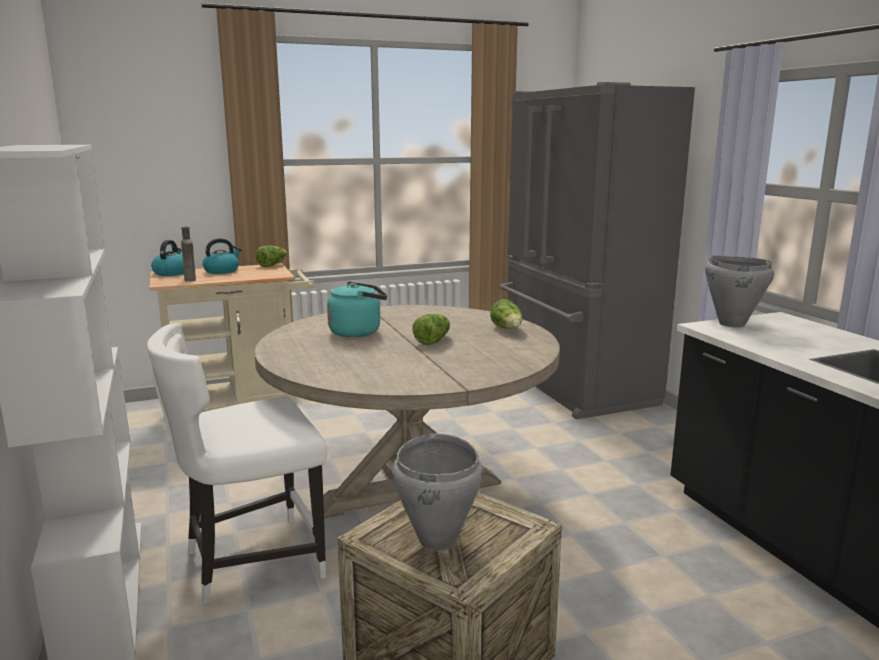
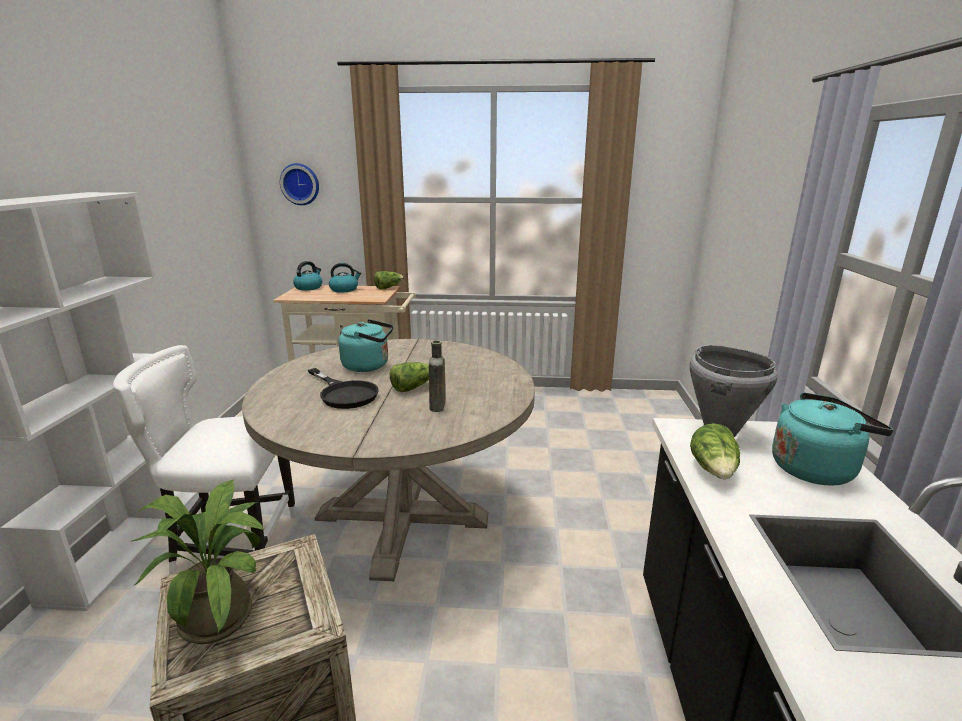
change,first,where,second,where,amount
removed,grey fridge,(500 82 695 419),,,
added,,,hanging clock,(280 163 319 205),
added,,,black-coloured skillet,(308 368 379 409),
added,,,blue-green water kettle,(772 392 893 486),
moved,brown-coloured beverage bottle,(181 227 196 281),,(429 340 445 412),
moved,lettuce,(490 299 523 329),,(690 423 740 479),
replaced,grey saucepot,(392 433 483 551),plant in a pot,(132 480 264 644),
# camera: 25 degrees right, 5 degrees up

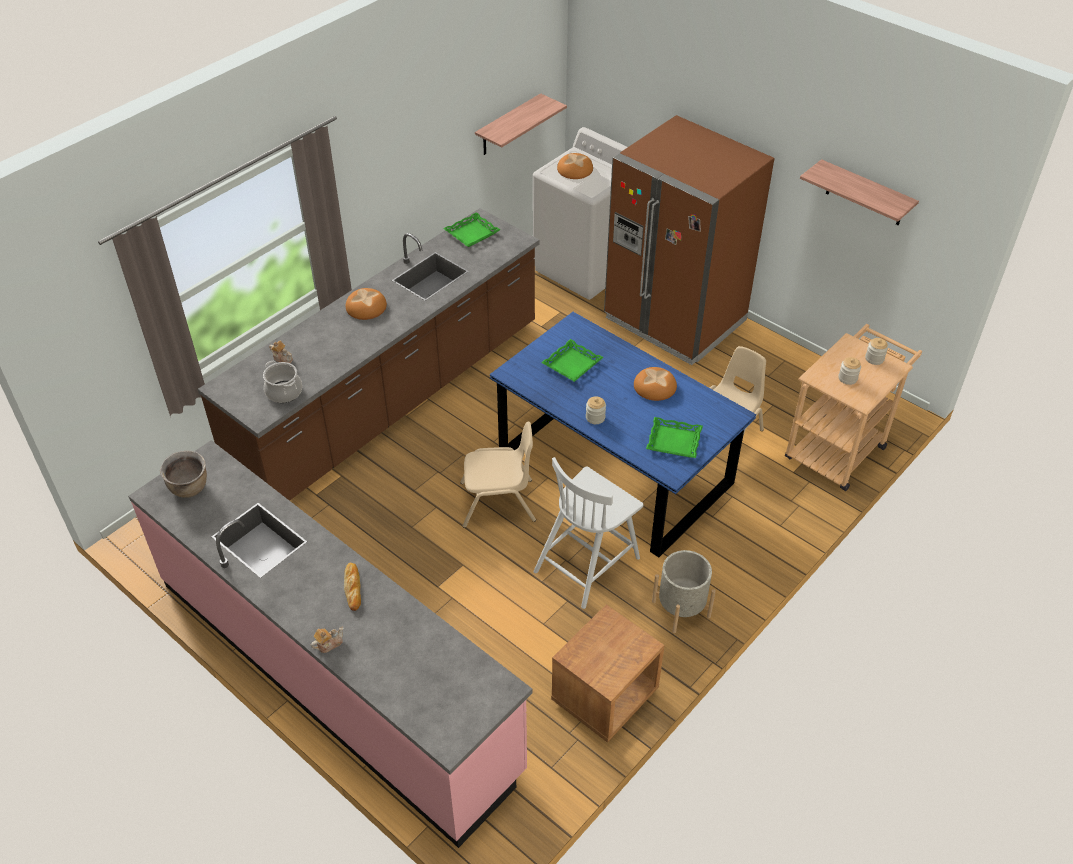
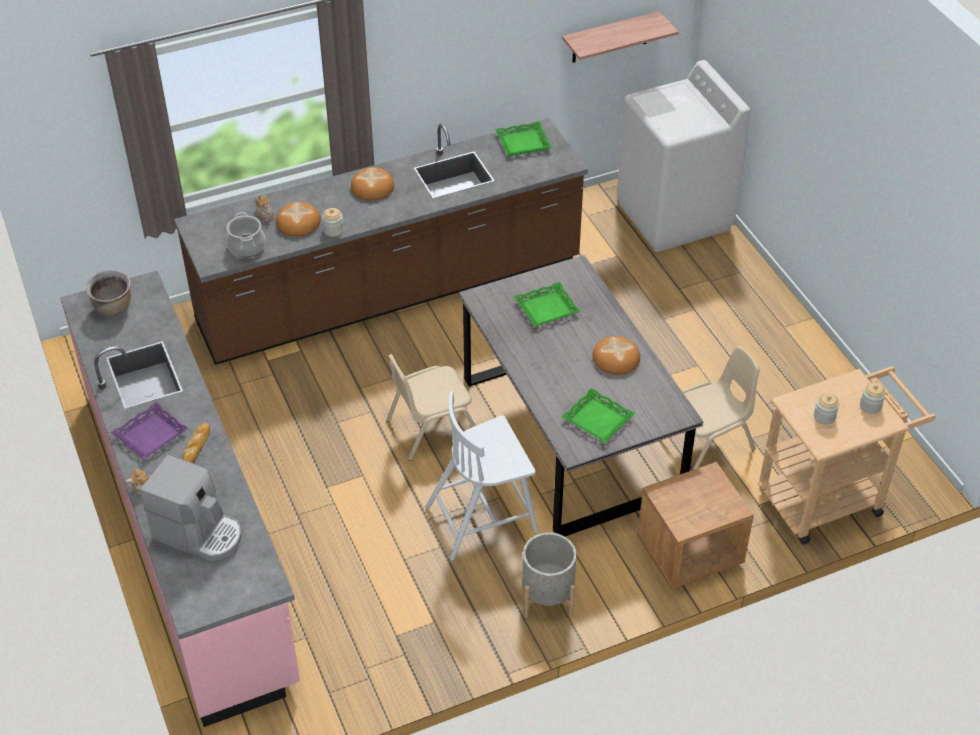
change,first,where,second,where,amount
removed,brown-coloured fridge,(604 115 774 365),,,
removed,wall shelf,(800 159 919 226),,,
added,,,purple-coloured carrying tray,(111 402 189 460),
added,,,coffee machine,(140 454 241 561),
moved,brown-coloured nightstand,(551 604 664 743),,(637 462 754 590),
moved,bakery bread,(557 153 593 179),,(276 202 321 236),
moved,storage jar,(586 396 606 424),,(322 208 344 237),
recoloured,blue-coloured dinner table,(490 312 756 557),grey dinner table,(459 255 704 536),
turned,sand-coloured plain chair,(460 422 536 528),,(386 354 476 461),135 degrees clockwise
# camera: 25 degrees right, 0 degrees up

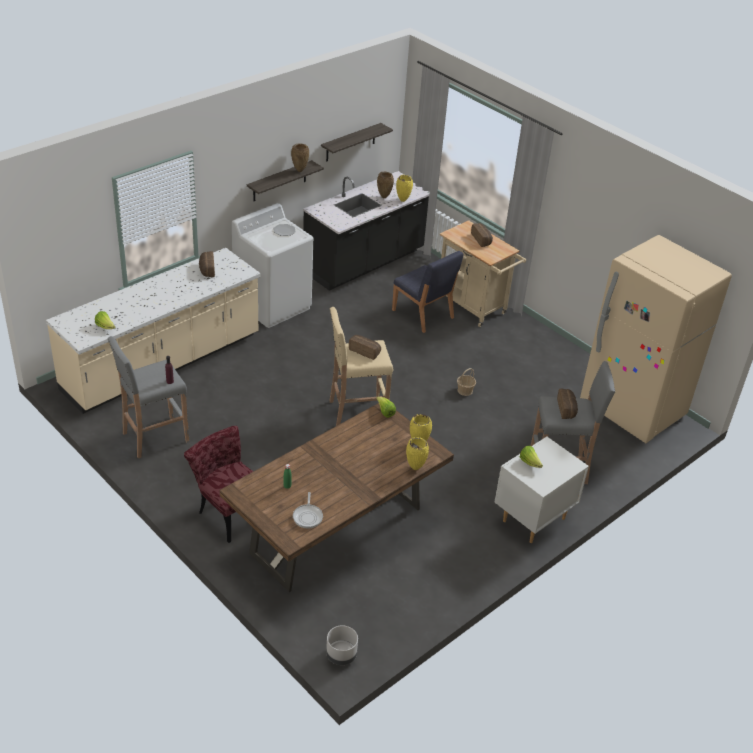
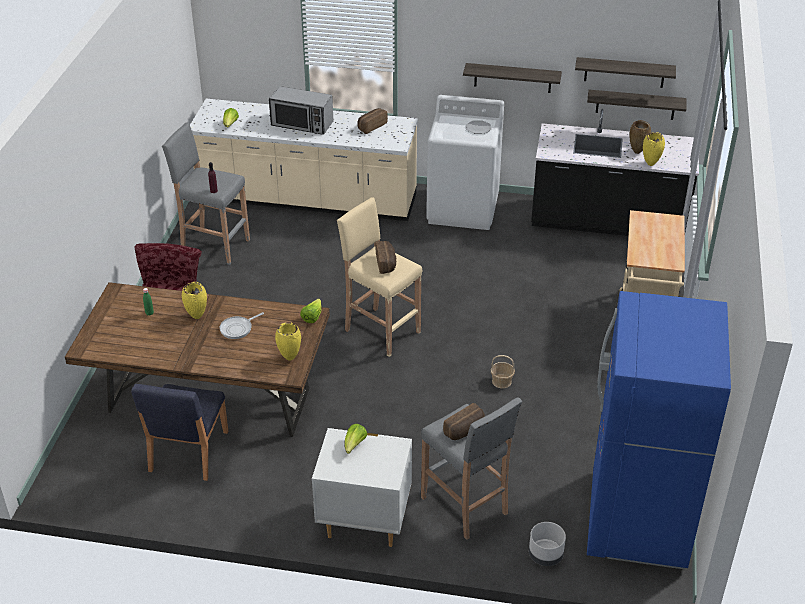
change,first,where,second,where,amount
removed,brown-coloured decorative vase,(291 143 309 172),,,
removed,bakery bread,(471 223 493 247),,,
added,,,kitchen microwave,(269 86 333 135),
added,,,wall shelf,(587 90 686 120),
moved,skillet,(293 492 323 528),,(220 312 264 339),
moved,grey planter,(326 625 358 665),,(529 522 566 566),
moved,blue-coloured plain chair,(392 251 464 333),,(131 384 228 481),
moved,yellowish decorative vase,(406 437 429 470),,(182 282 207 319),
recoloured,sand-coloured fridge,(580 235 732 443),blue-coloured fridge,(587 291 731 569),
# camera: 55 degrees right, 0 degrees up

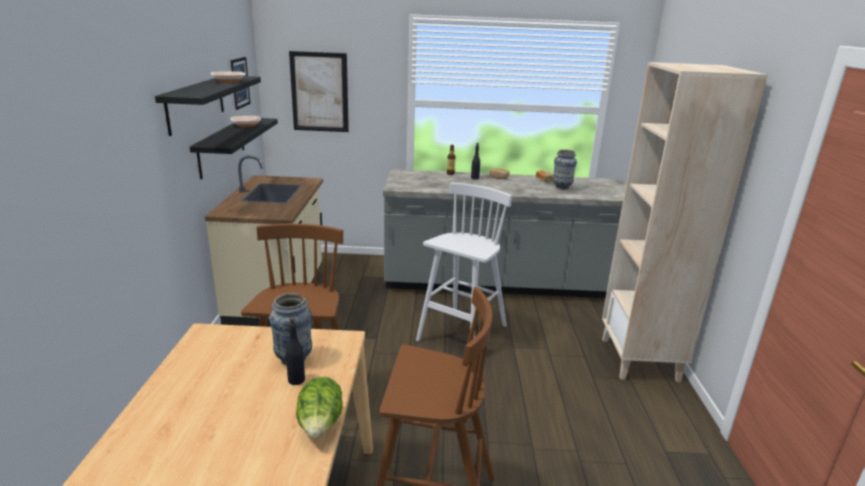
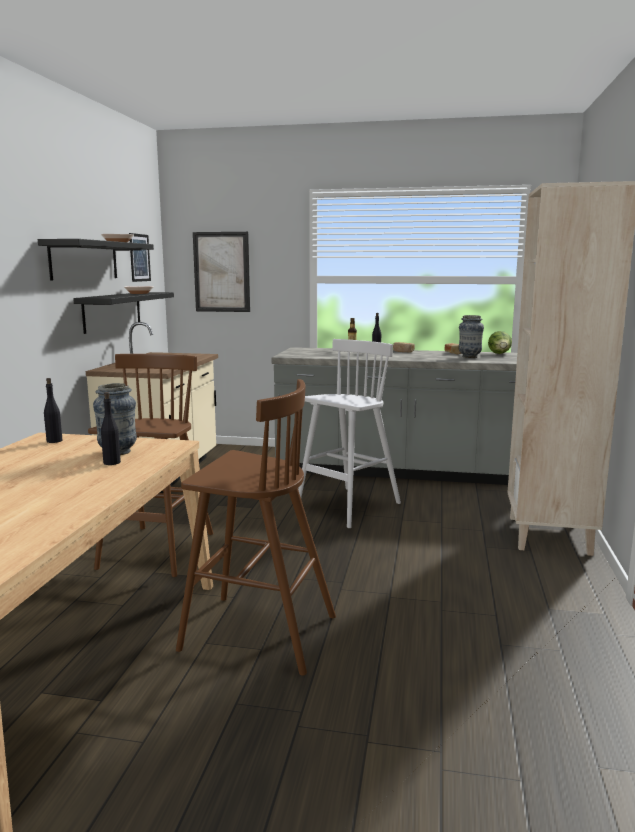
change,first,where,second,where,amount
added,,,black-coloured beverage bottle,(44 378 62 443),
moved,lettuce,(296 377 342 438),,(488 331 512 354),
# camera: 10 degrees right, 10 degrees down

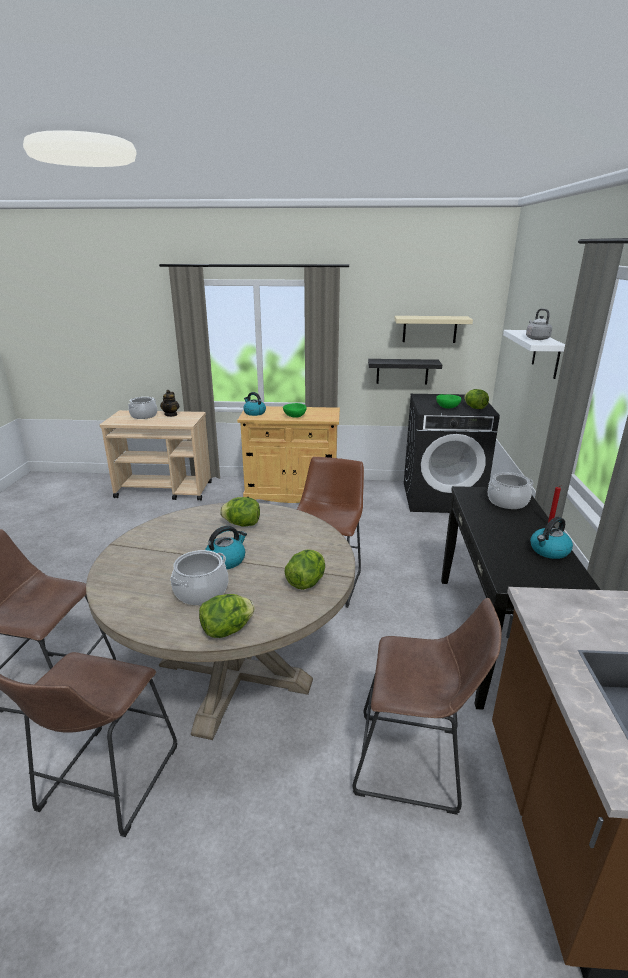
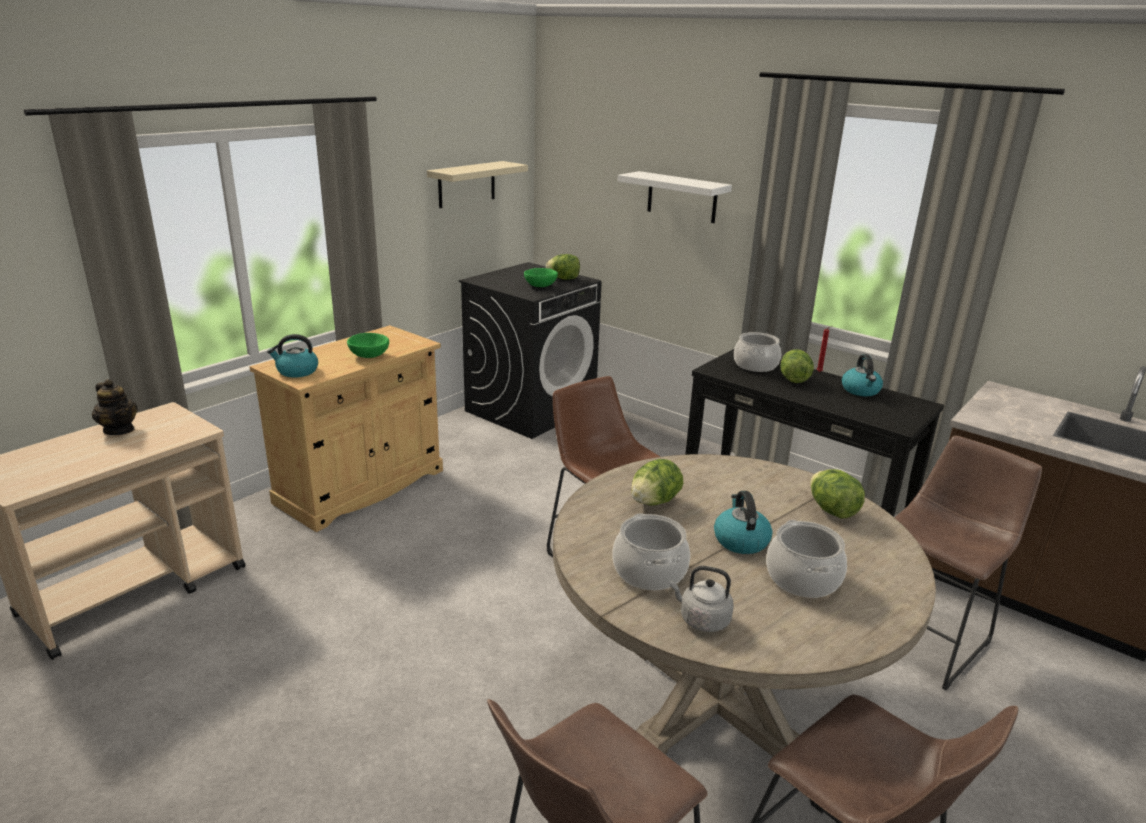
change,first,where,second,where,amount
removed,black-coloured wall shelf,(368 359 442 384),,,
moved,saucepot,(128 397 157 419),,(612 513 690 590),
moved,lettuce,(199 594 255 638),,(780 349 814 383),
moved,grey water kettle,(526 309 552 340),,(670 566 733 632),
# camera: 55 degrees left, 0 degrees up

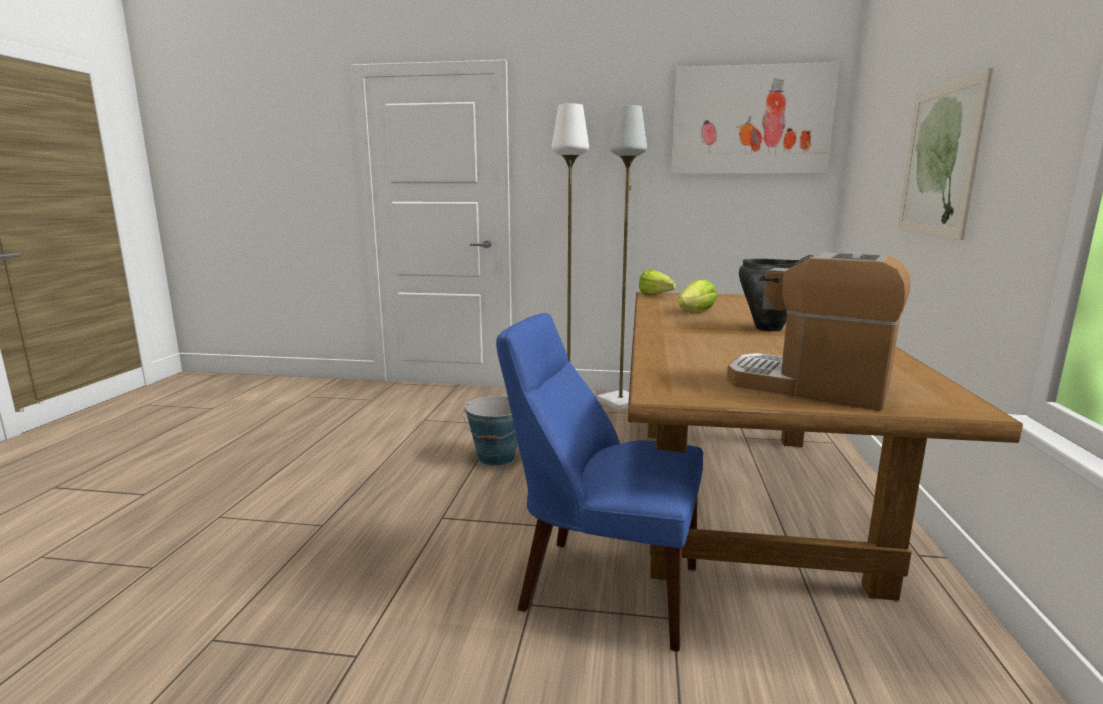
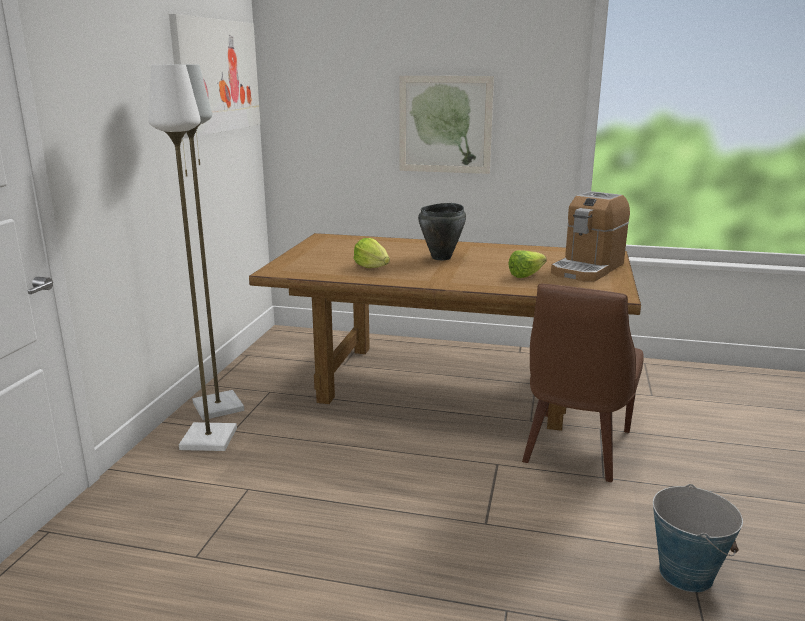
change,first,where,second,where,amount
moved,bucket,(463 396 517 466),,(653 484 743 592),
moved,lettuce,(639 269 676 294),,(508 250 547 278),
recoloured,blue-coloured plain chair,(496 313 703 652),brown-coloured plain chair,(522 284 644 482),
# camera: 85 degrees left, 5 degrees up

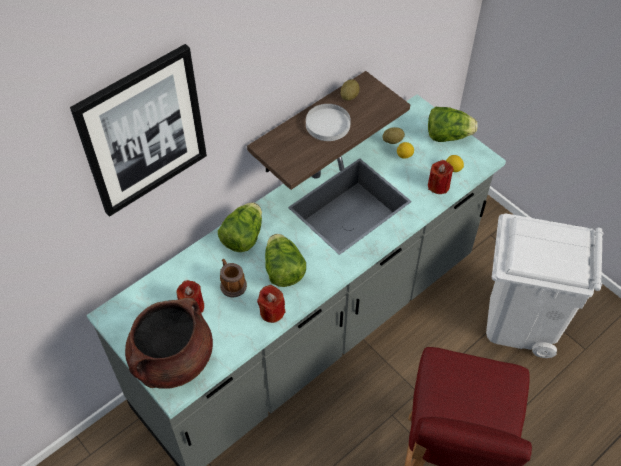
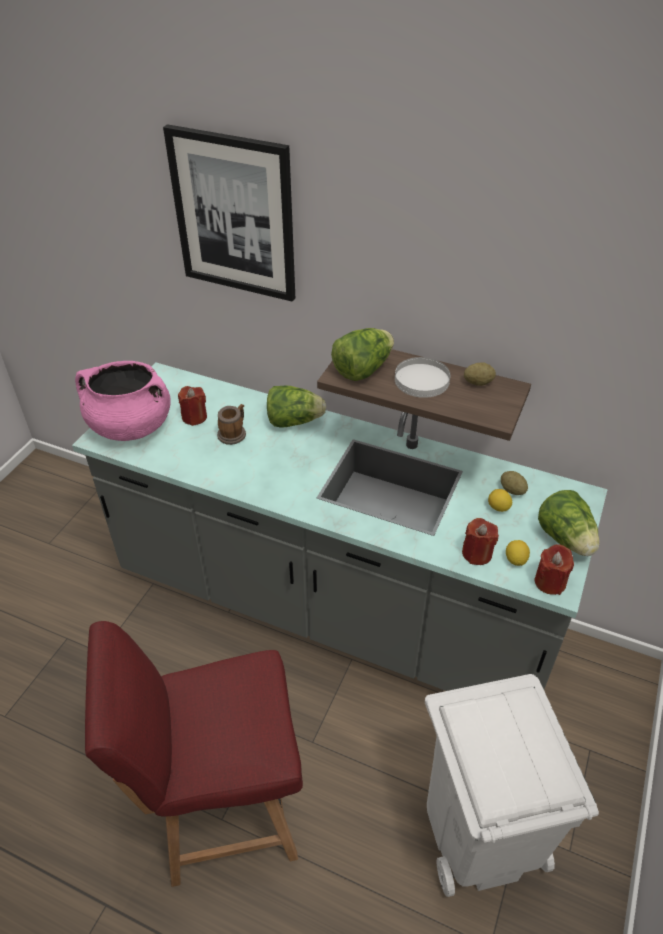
change,first,where,second,where,amount
moved,red-coloured wax candle,(257 285 286 323),,(535 544 574 595),
moved,lettuce,(265 234 306 287),,(331 328 394 381),
recoloured,brown-coloured saucepot,(125 298 213 389),pink-coloured saucepot,(75 361 171 441),
# camera: 65 degrees right, 10 degrees down

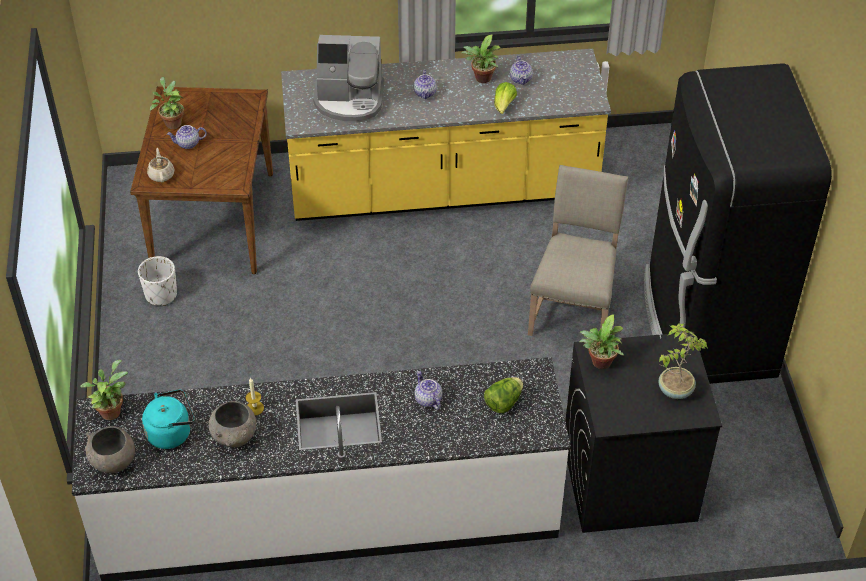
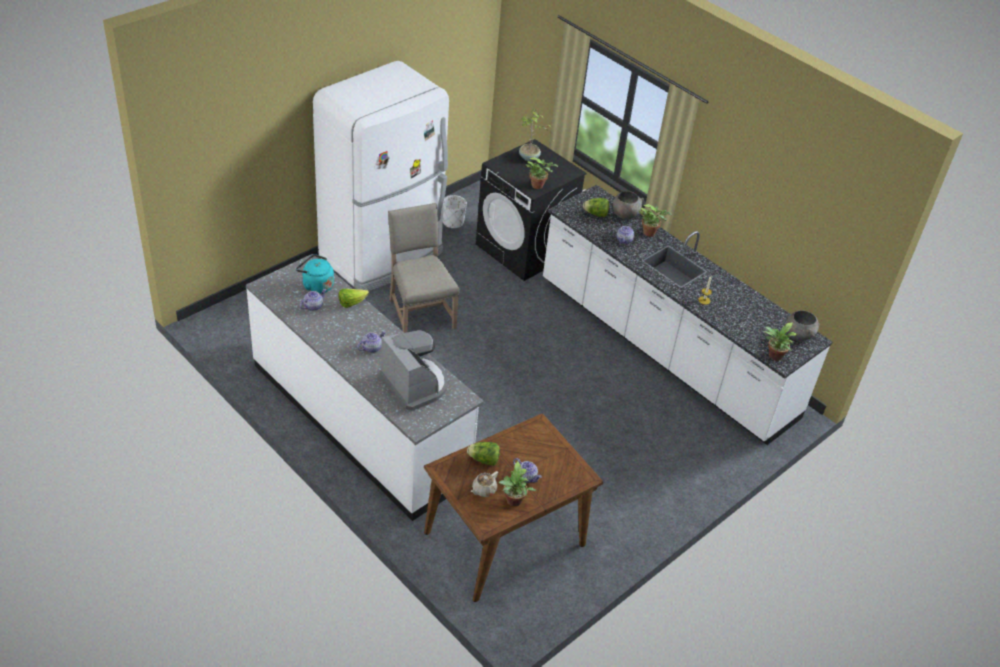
change,first,where,second,where,amount
added,,,lettuce,(467 442 500 466),
moved,white planter,(138 256 177 306),,(443 195 467 228),
moved,blue-green water kettle,(142 389 194 449),,(296 254 334 294),
moved,sand-coloured pot for tea,(147 148 175 182),,(471 471 498 497),
moved,grey bowl,(209 401 256 447),,(613 191 644 220),
moved,plant in a pot,(461 35 500 83),,(639 204 673 237),
recoloured,yellowish kitchen base unit,(281 49 611 221),white kitchen base unit,(246 254 484 521),
recoloured,black-coloured fridge,(644 63 832 384),white fridge,(313 61 449 291),
turned,sand-coloured plain chair,(528 165 628 336),,(388 203 460 333),90 degrees clockwise
# camera: 130 degrees left, 5 degrees down

